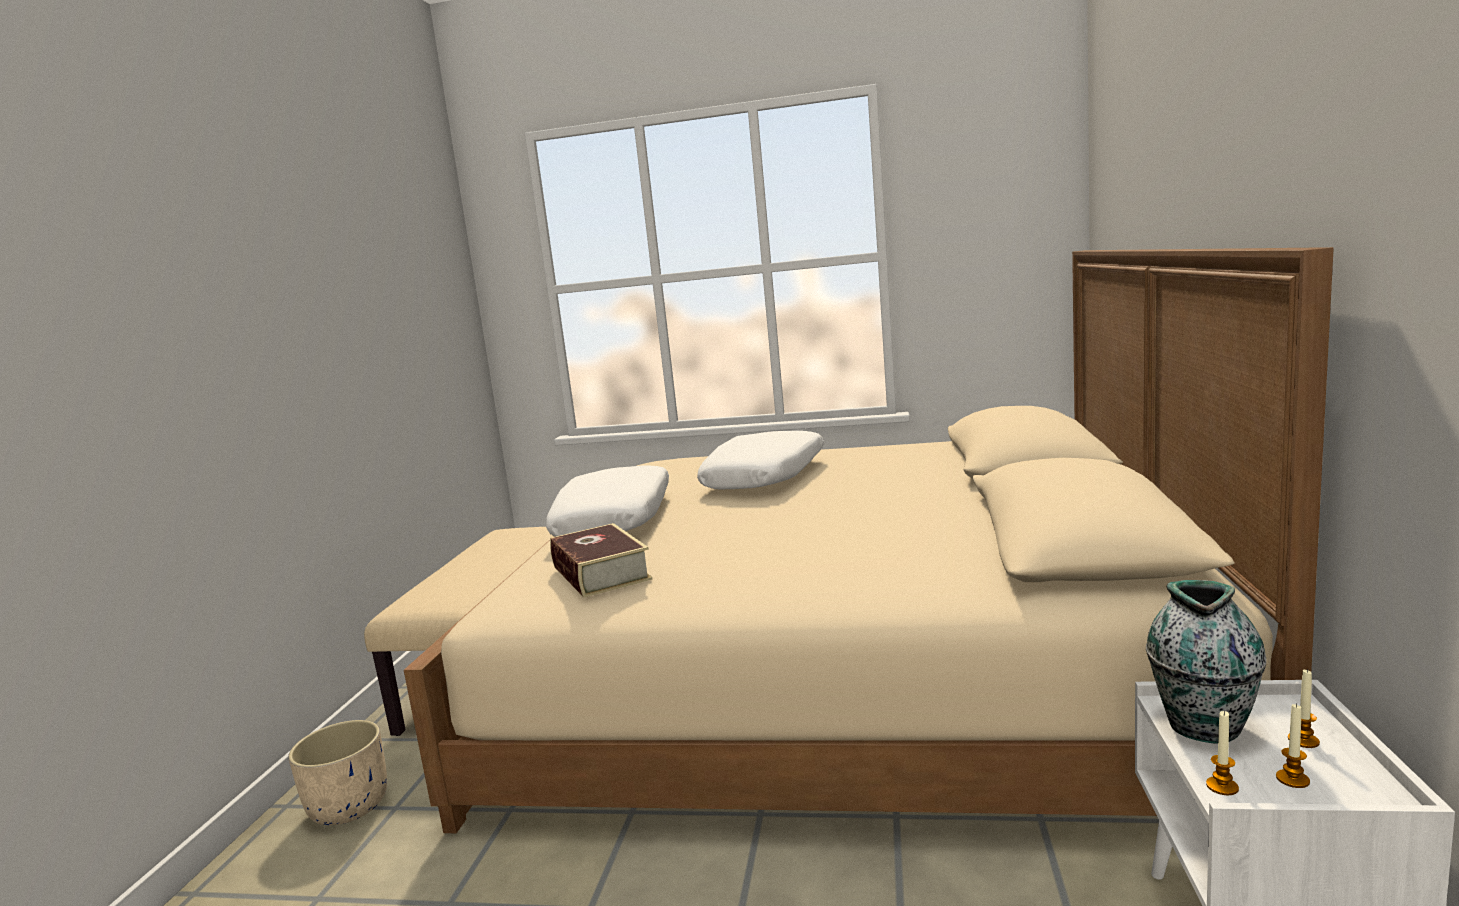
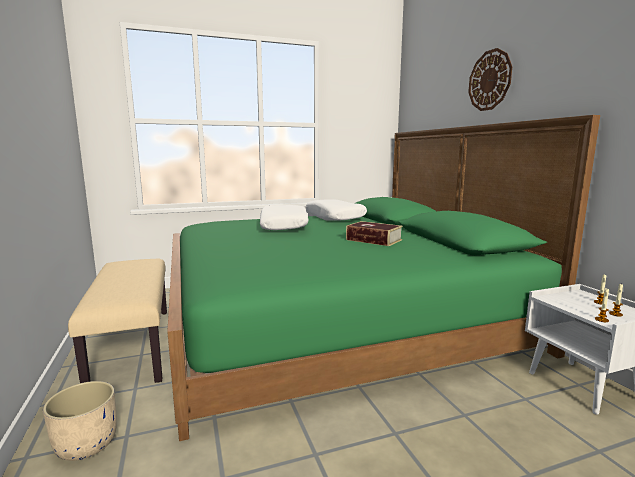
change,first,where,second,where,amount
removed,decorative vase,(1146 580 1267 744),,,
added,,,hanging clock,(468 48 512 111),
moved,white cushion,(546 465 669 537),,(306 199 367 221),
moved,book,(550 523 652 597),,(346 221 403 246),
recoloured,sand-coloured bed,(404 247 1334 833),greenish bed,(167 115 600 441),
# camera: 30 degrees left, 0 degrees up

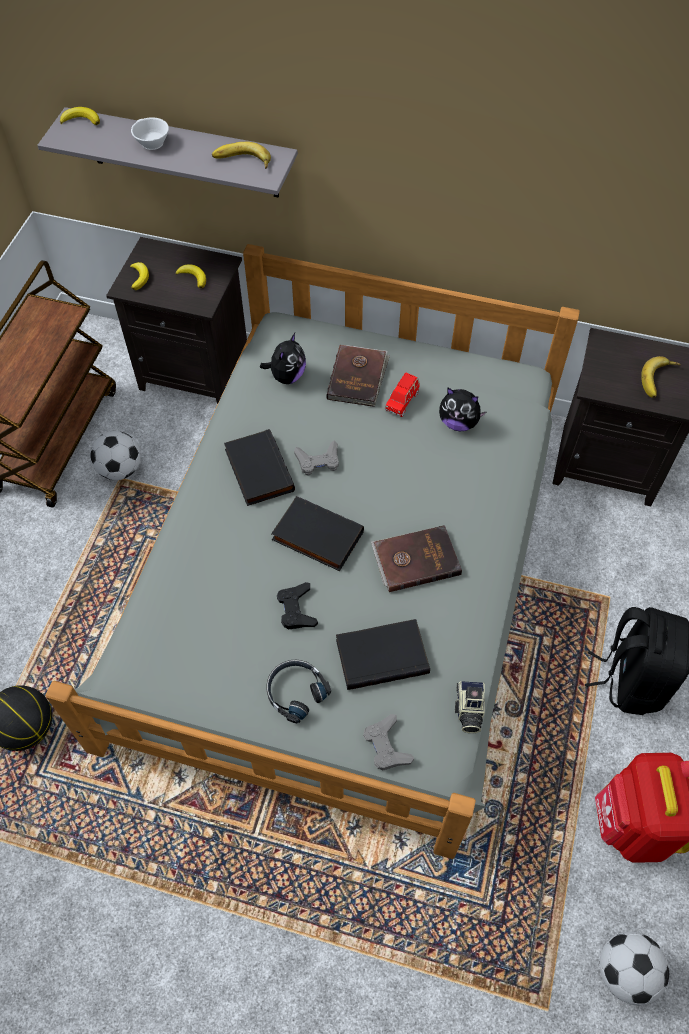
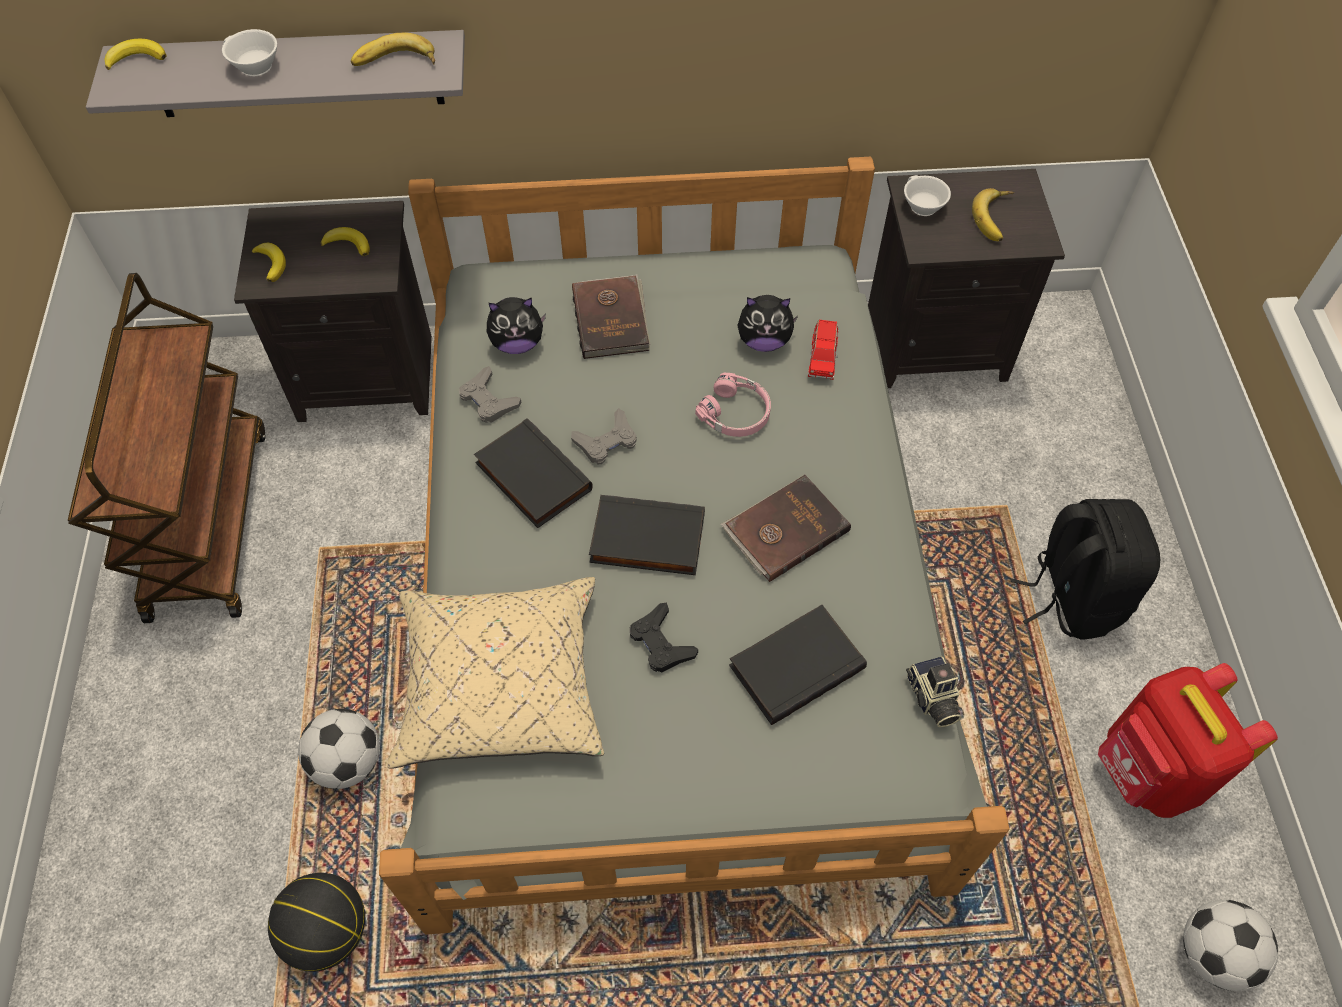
change,first,where,second,where,amount
removed,black-coloured pair of headphones,(266 660 331 724),,,
added,,,sand-coloured cushion,(387 577 604 768),
added,,,pink-coloured pair of headphones,(695 373 771 437),
added,,,white cup,(904 175 951 216),
moved,football,(90 431 141 480),,(298 709 380 789),
moved,grey joypad,(363 714 414 770),,(459 366 521 423),
moved,red-coloured model car,(385 373 419 417),,(808 320 838 380),
turned,soft toy,(260 333 306 384),,(487 297 546 354),75 degrees clockwise
# camera: 20 degrees left, 0 degrees up

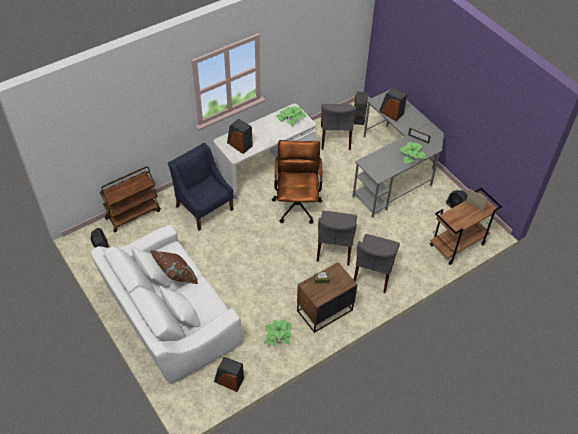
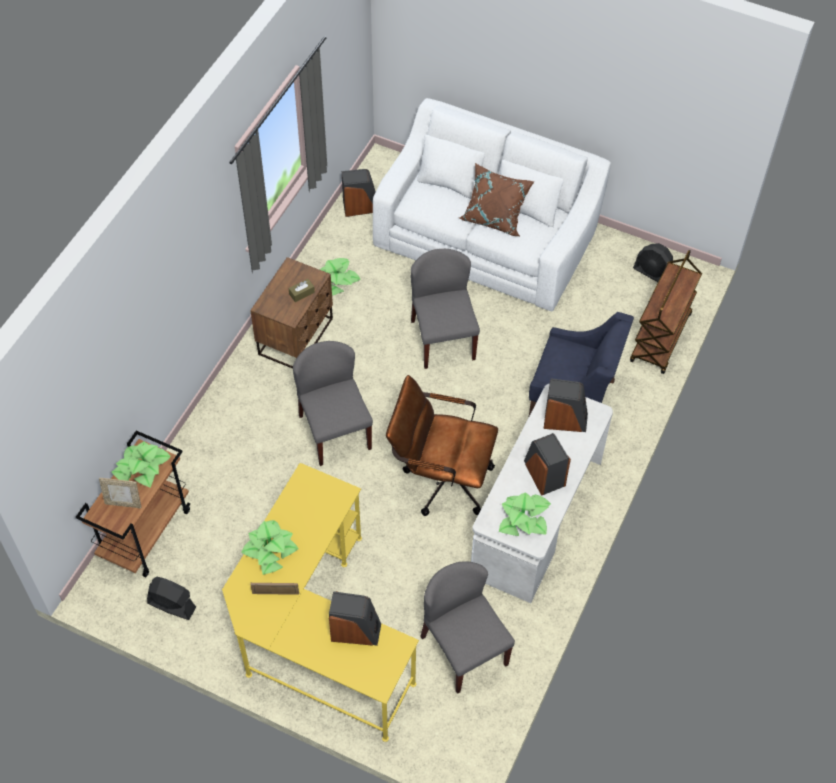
change,first,where,second,where,amount
added,,,plant in a pot,(112 442 171 488),
moved,loudspeaker,(354 92 368 125),,(524 433 571 496),
moved,grey plain chair,(354 234 400 293),,(411 249 480 369),
recoloured,grey desk unit,(352 89 444 218),yellowish desk unit,(222 463 419 742),
turned,brown-coloured office chair,(272 140 323 224),,(386 375 498 516),135 degrees clockwise
# camera: 150 degrees right, 5 degrees up

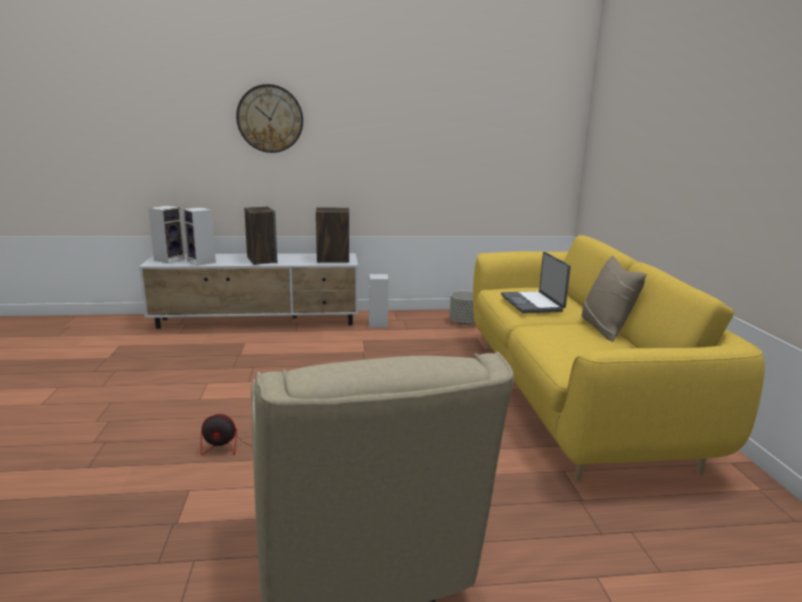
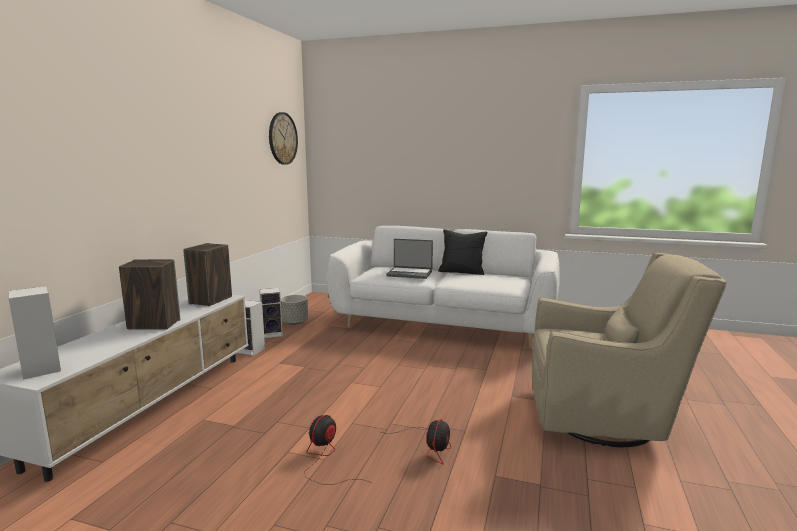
change,first,where,second,where,amount
added,,,fan,(304 415 371 485),
moved,loudspeaker,(182 207 216 266),,(259 288 283 338),
moved,hanging clock,(236 84 303 153),,(269 112 298 165),
recoloured,yellowish sofa,(473 235 765 481),white sofa,(327 226 559 348),
recoloured,sand-coloured cushion,(582 256 647 342),black-coloured cushion,(438 229 488 275),
# camera: 65 degrees left, 5 degrees down

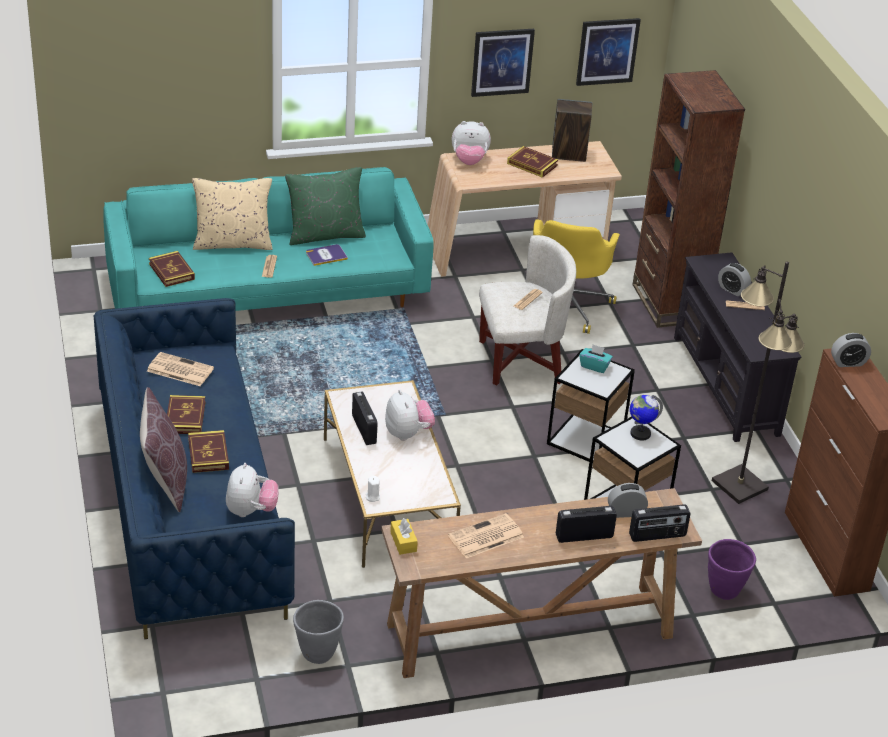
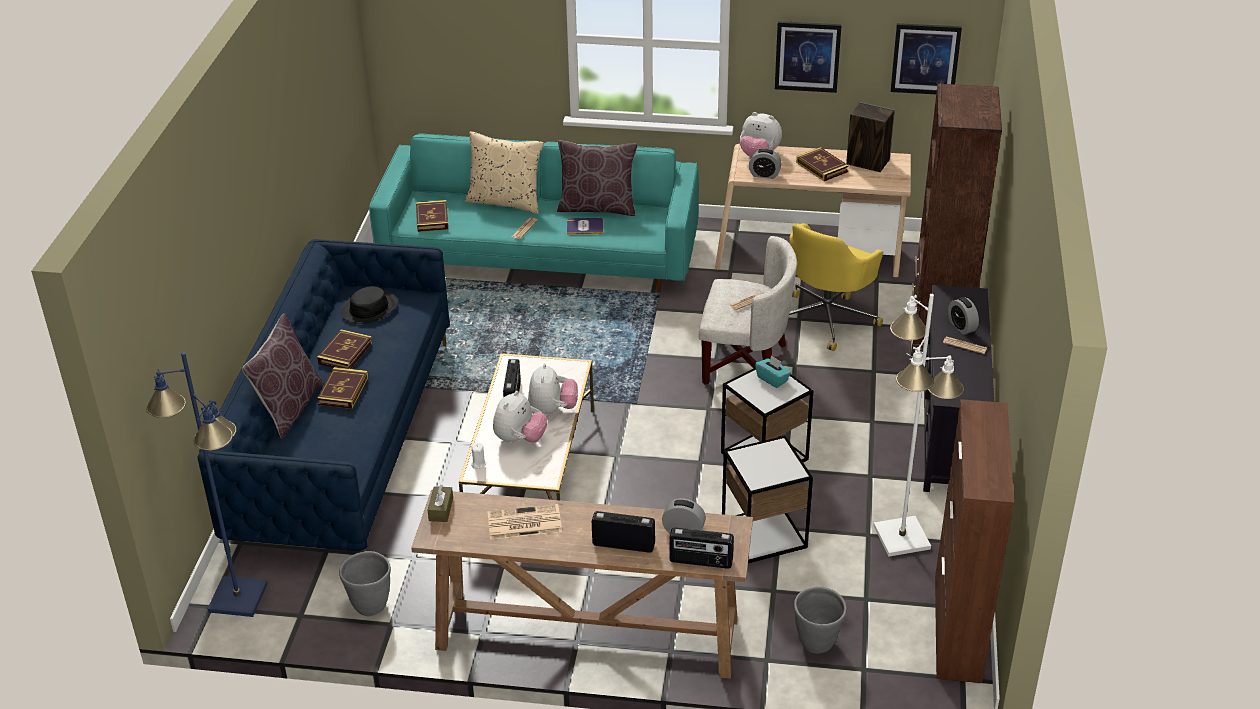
change,first,where,second,where,amount
removed,desk globe,(630 395 663 441),,,
added,,,blue-coloured standing lamp,(146 352 268 617),
moved,soft toy,(226 463 279 517),,(493 391 547 444),
moved,alarm clock,(831 333 871 367),,(749 148 782 179),
replaced,daily paper,(147 352 214 386),black-coloured clothing hat,(340 286 397 324),
recoloured,greenish cushion,(285 167 366 245),brown-coloured cushion,(557 141 637 216),
recoloured,yellowish tissue holder,(390 518 418 555),brown-coloured tissue holder,(428 485 453 522),
recoloured,purple-coloured planter,(708 539 756 600),grey planter,(794 586 847 654),
recoloured,black-coloured standing lamp,(712 261 804 504),white standing lamp,(874 294 964 557),
# camera: 25 degrees right, 0 degrees up

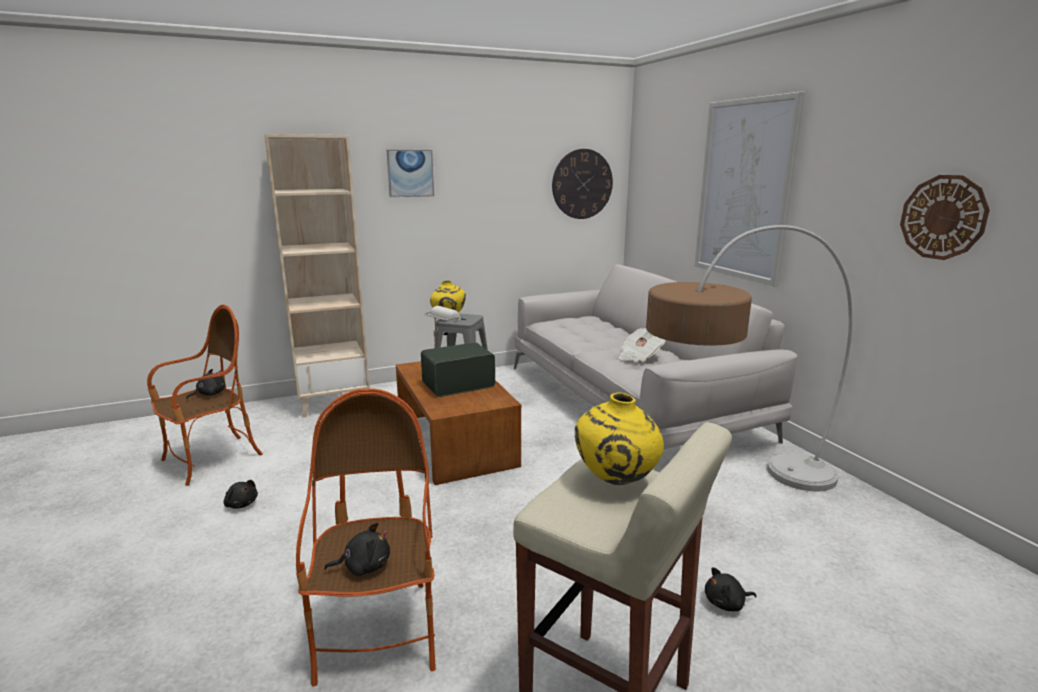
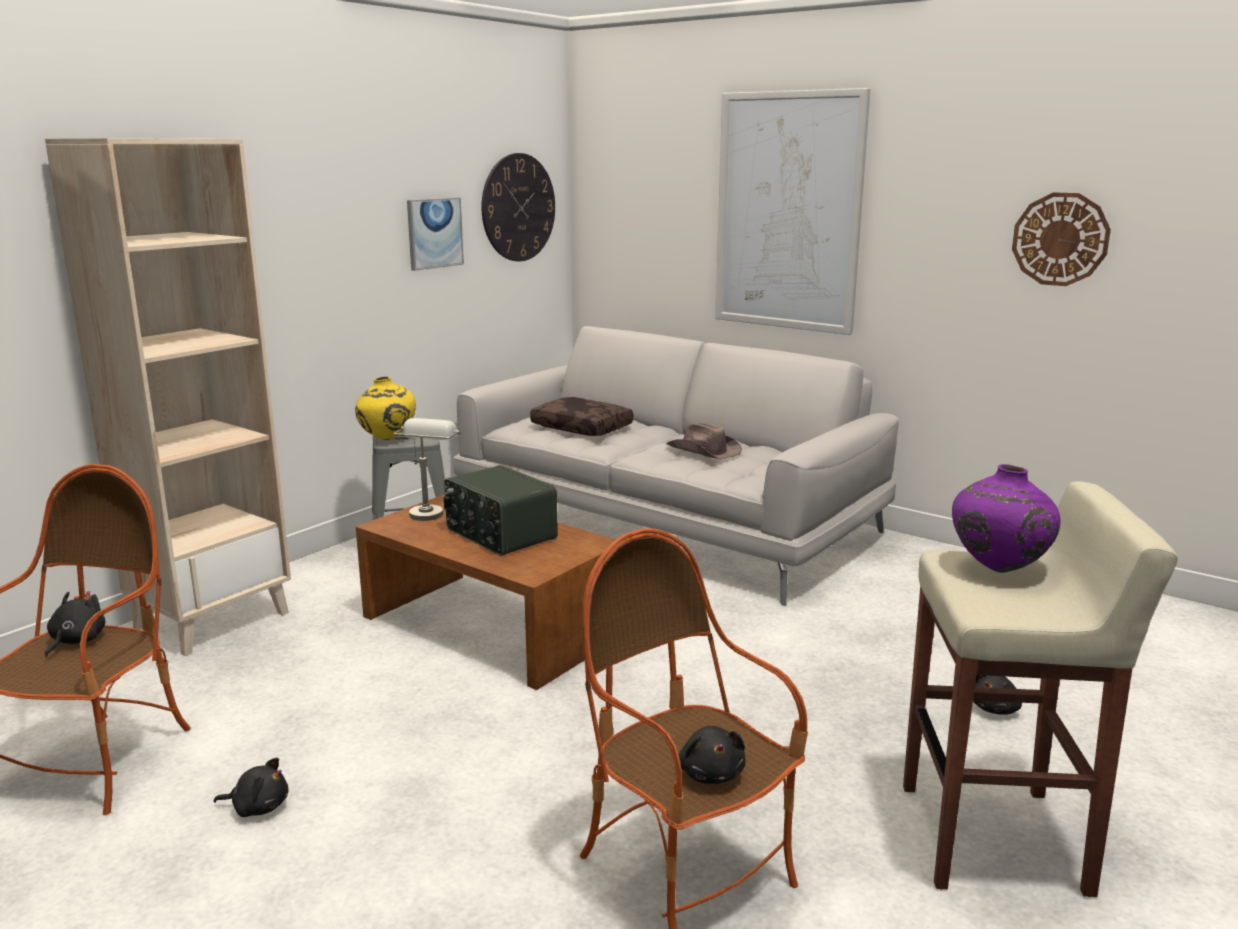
change,first,where,second,where,amount
removed,standing lamp,(646 225 853 492),,,
added,,,brown-coloured cushion,(530 397 633 436),
moved,wall picture,(386 150 434 197),,(407 197 464 271),
replaced,daily paper,(619 328 666 362),brown-coloured clothing hat,(666 422 742 459),
recoloured,yellowish decorative vase,(575 392 664 485),purple-coloured decorative vase,(952 464 1061 573),
turned,black-coloured soft toy,(324 522 390 576),,(679 726 746 784),120 degrees clockwise
turned,radio receiver,(421 342 495 397),,(444 465 558 556),75 degrees counterclockwise
# camera: 30 degrees left, 0 degrees up

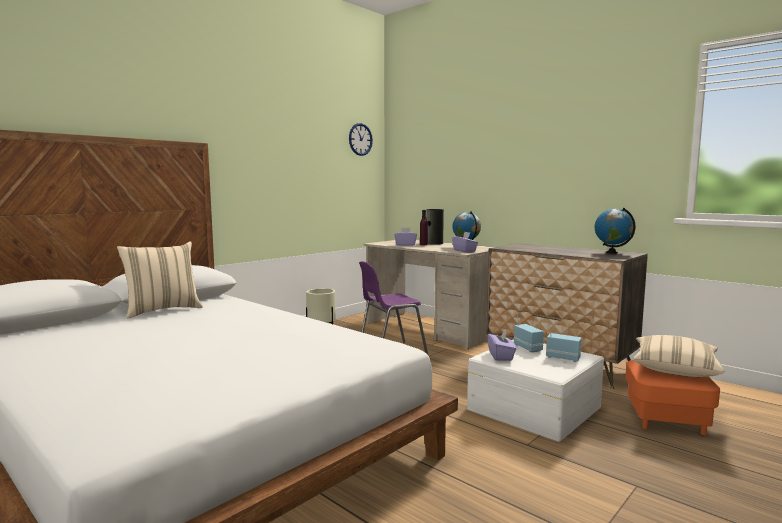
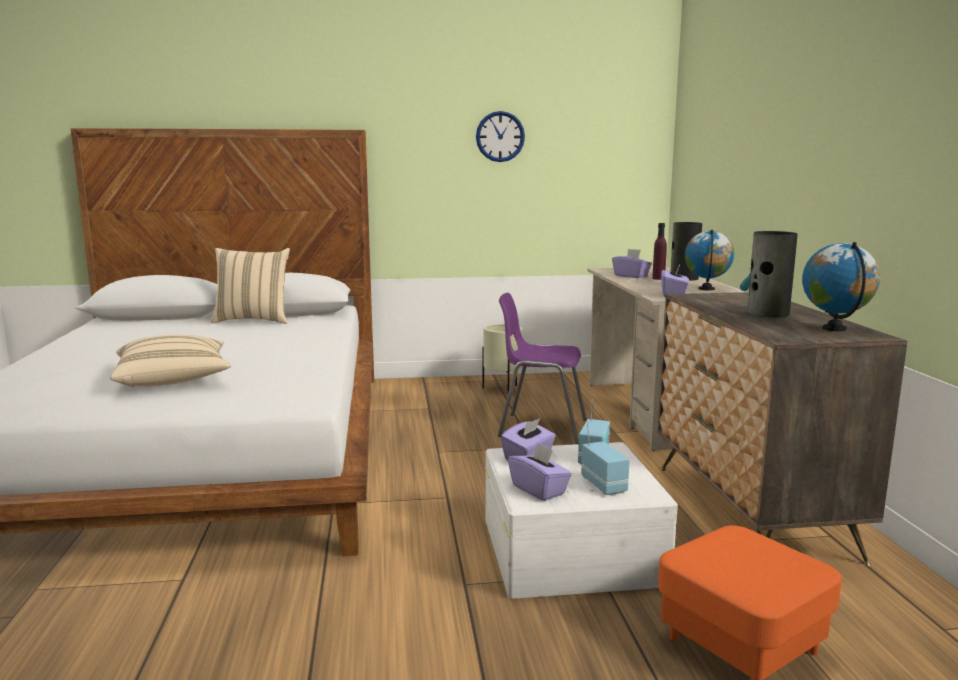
change,first,where,second,where,amount
added,,,purple-coloured tissue holder,(508 443 572 501),
added,,,decorative vase,(740 231 798 317),
moved,hanging clock,(349 123 373 156),,(476 111 525 162),
moved,sand-coloured cushion,(634 335 725 377),,(110 335 231 387),
# camera: 40 degrees right, 5 degrees up

